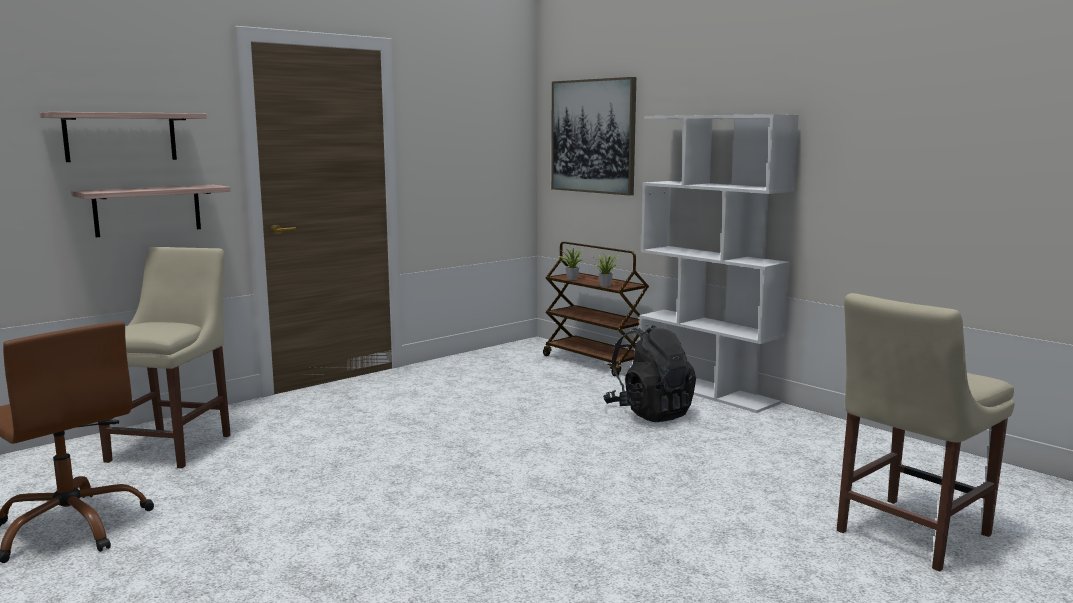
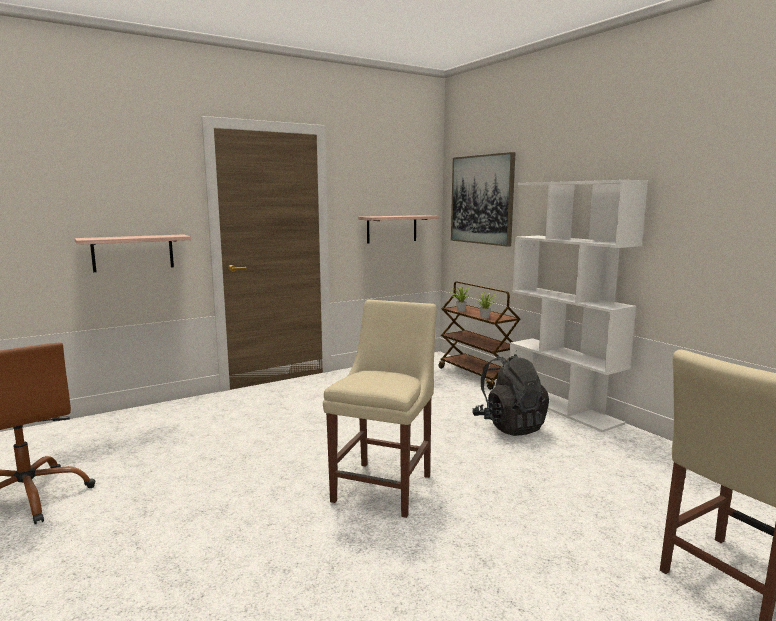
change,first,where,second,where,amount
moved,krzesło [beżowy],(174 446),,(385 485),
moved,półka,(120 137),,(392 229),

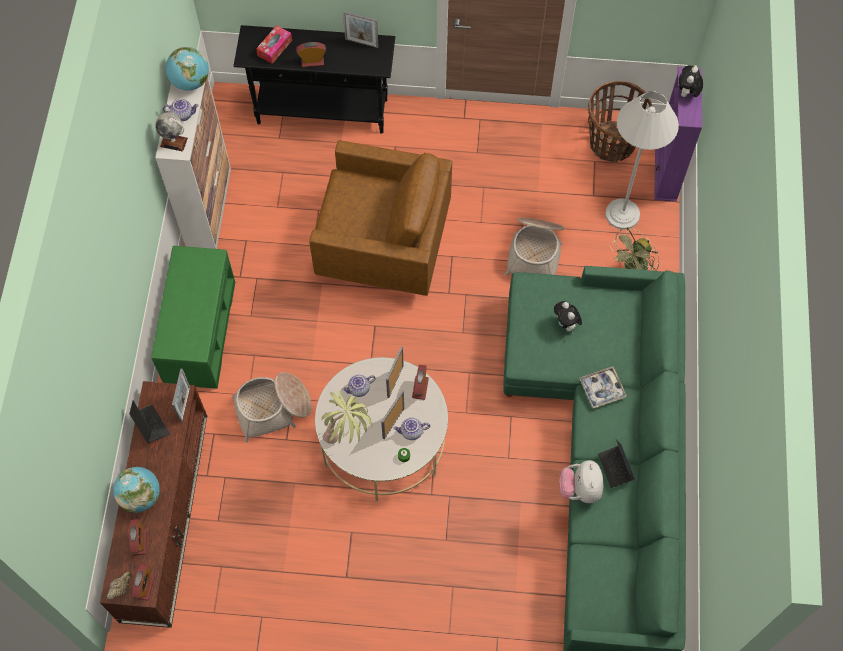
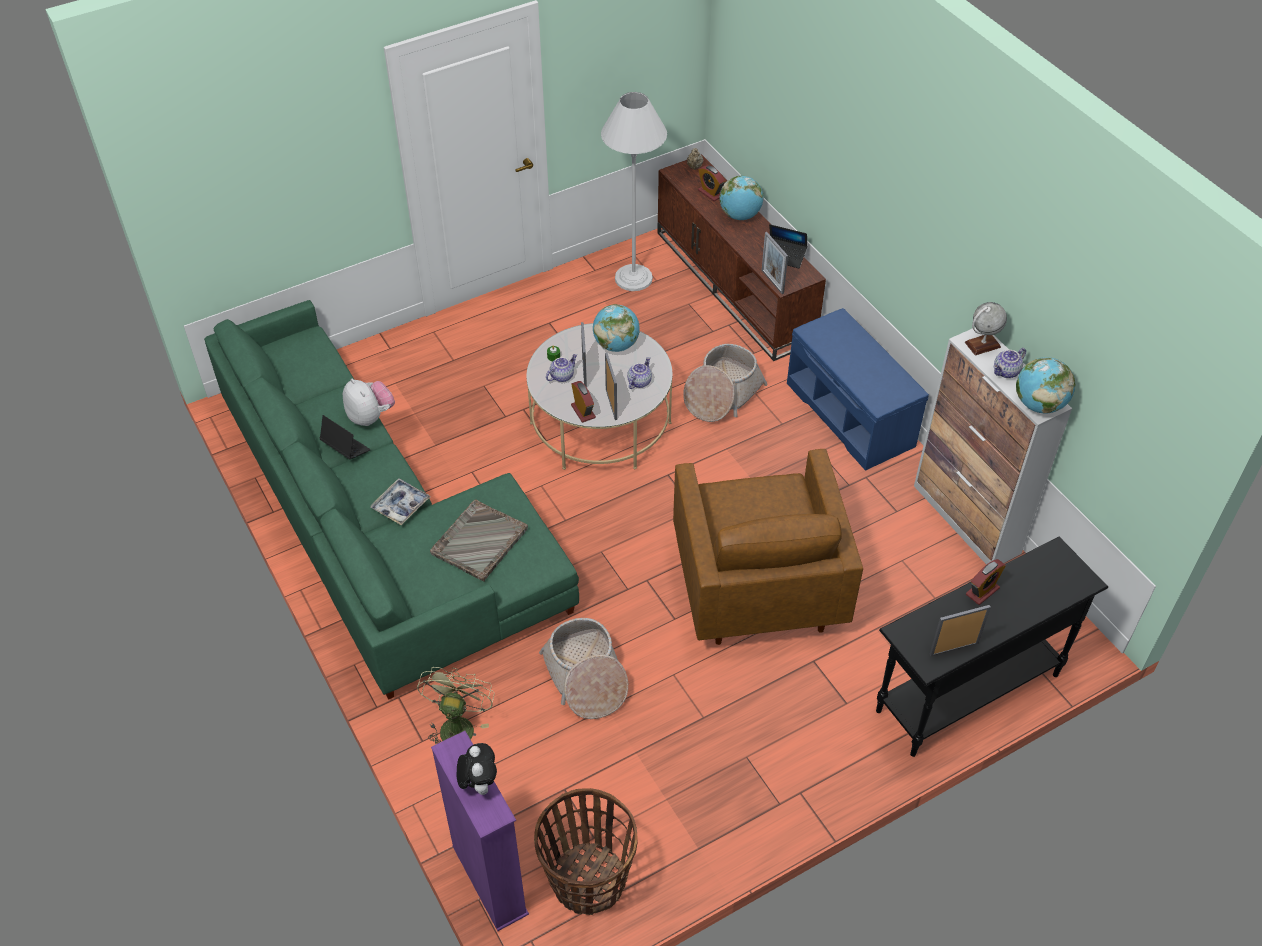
change,first,where,second,where,amount
replaced,pluszak,(566 324),taca [szary],(478 542),
replaced,roślina doniczkowa,(348 436),globus,(616 345),
moved,lampa stojąca [biały],(622 214),,(633 278),
turned,fotel [brązowy],(382 246),,(756 586),75 degrees counterclockwise
recoloured,ławka [zielony],(199 331),ławka [niebieski],(851 414),
removed,budzik,(145 586),,,
removed,pudełko chusteczek,(275 48),,,

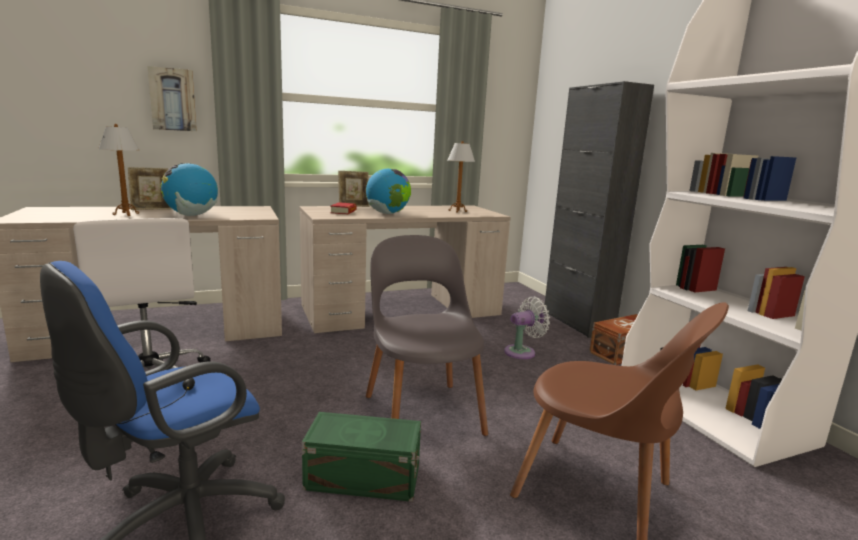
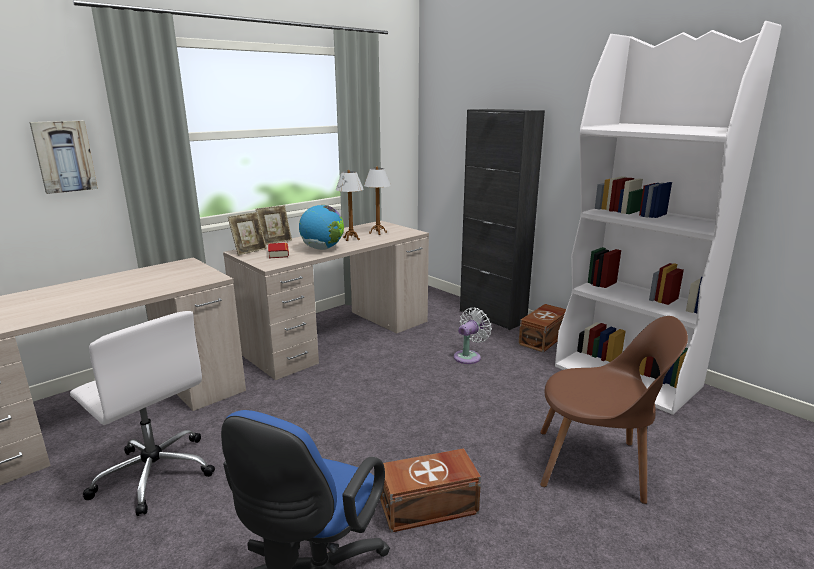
change,first,where,second,where,amount
moved,ramka na zdjęcie,(151 209),,(249 251),
moved,lampa stołowa,(126 214),,(351 239),
recoloured,pojemnik do przechowywania [zielony],(364 478),pojemnik do przechowywania [brązowy],(430 507),
removed,globus,(191 215),,,
removed,krzesło [szary],(422 411),,,

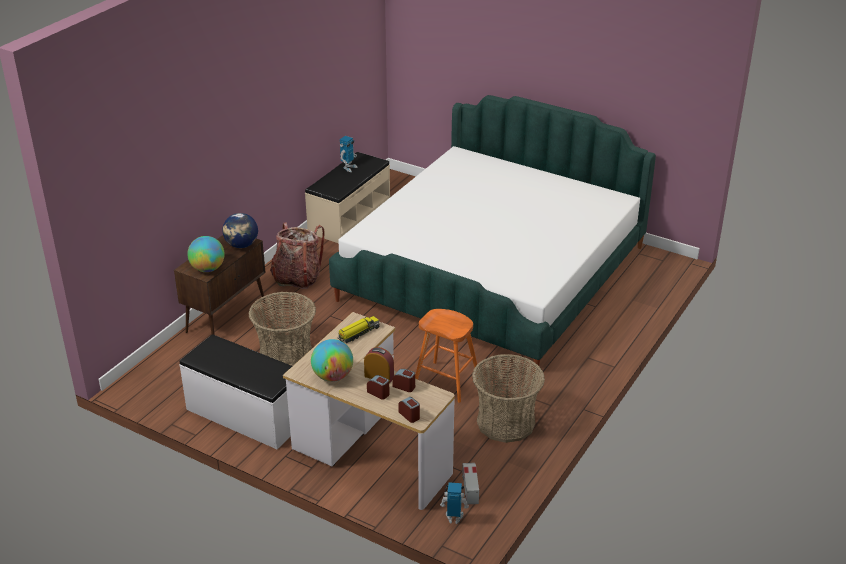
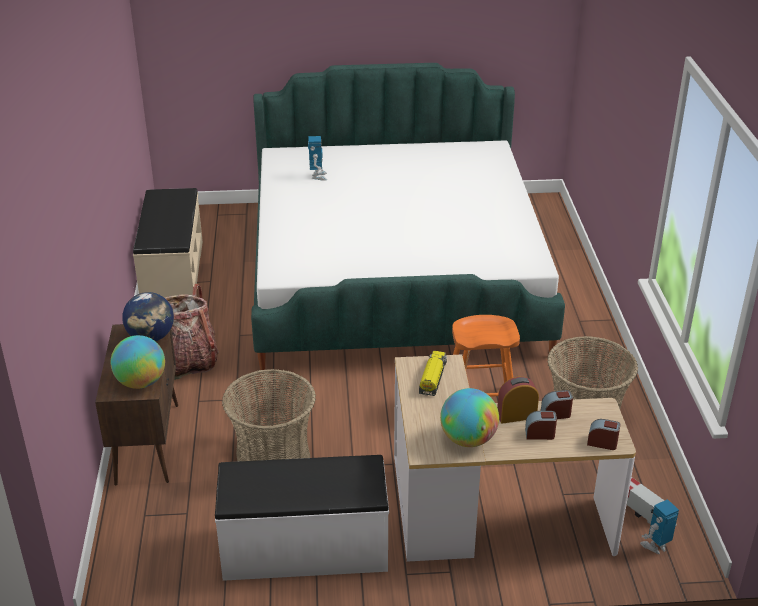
change,first,where,second,where,amount
moved,robot zabawkowy,(348 168),,(318 176),

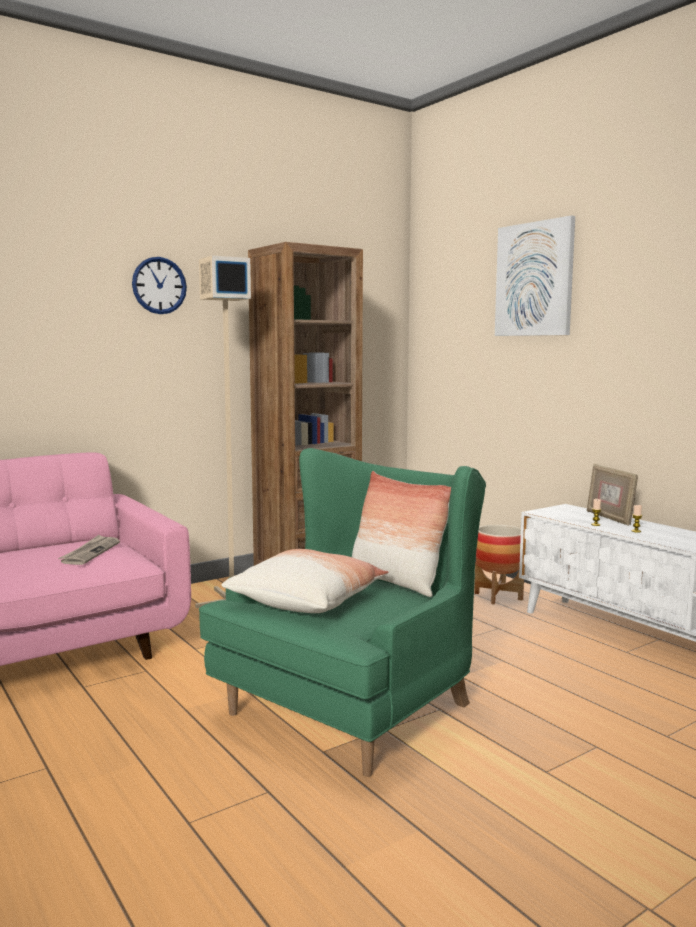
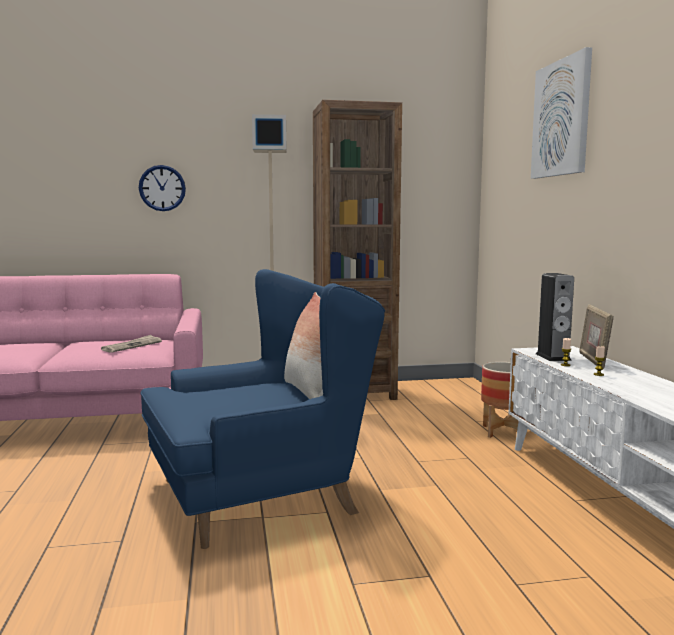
change,first,where,second,where,amount
moved,zegar ścienny,(159 285),,(162 188),
recoloured,fotel [zielony],(355 706),fotel [niebieski],(263 495),
added,,,głośnik,(553 357),
removed,poduszka,(307 600),,,

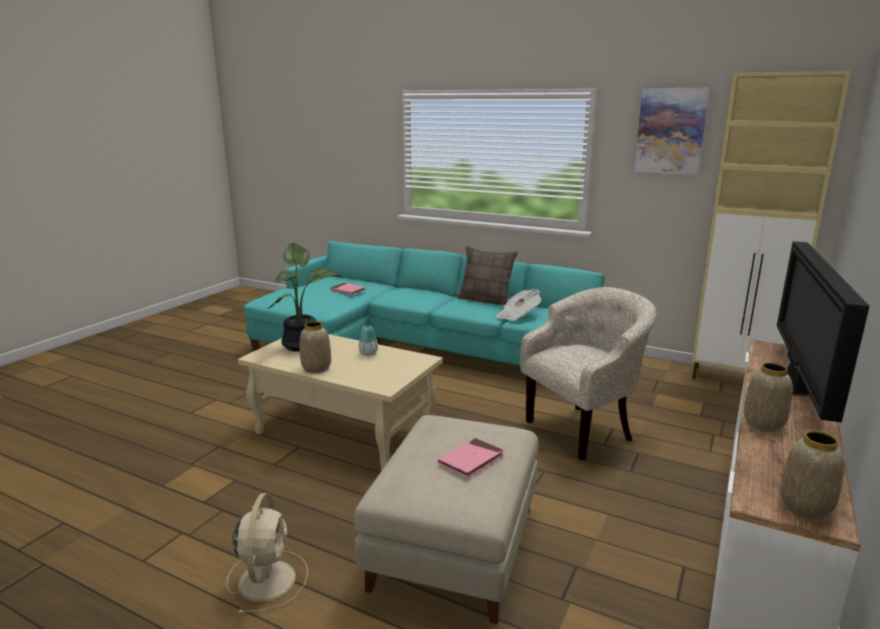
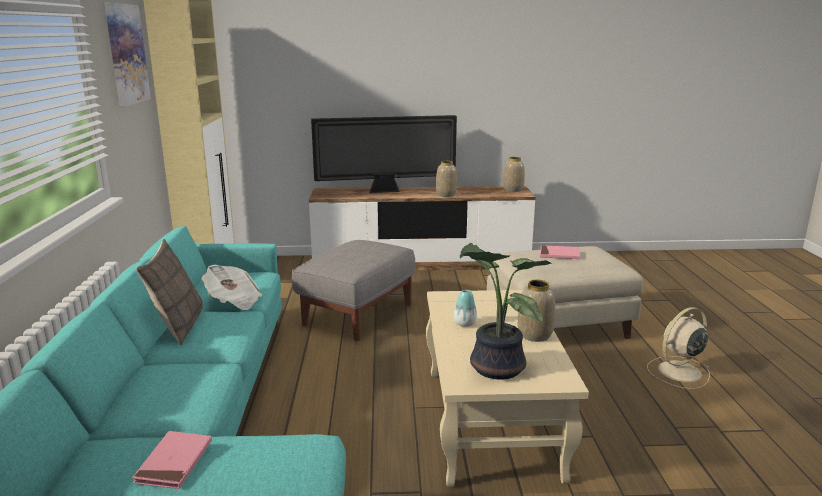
change,first,where,second,where,amount
replaced,fotel [beżowy],(583 429),pufa [szary],(358 314),

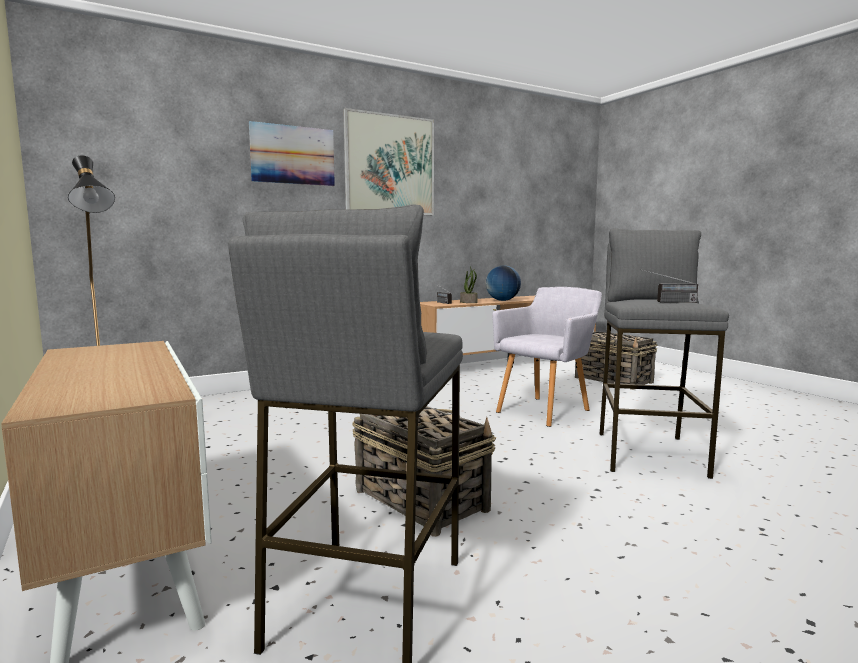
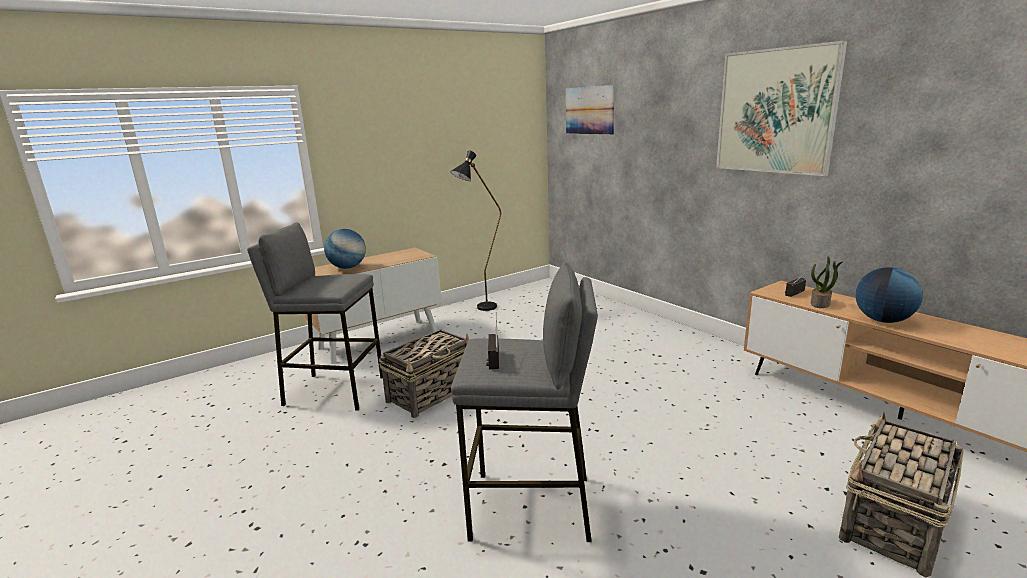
change,first,where,second,where,amount
added,,,globus,(347 267),
moved,obraz,(293 155),,(589 110),
removed,fotel [szary],(546 410),,,

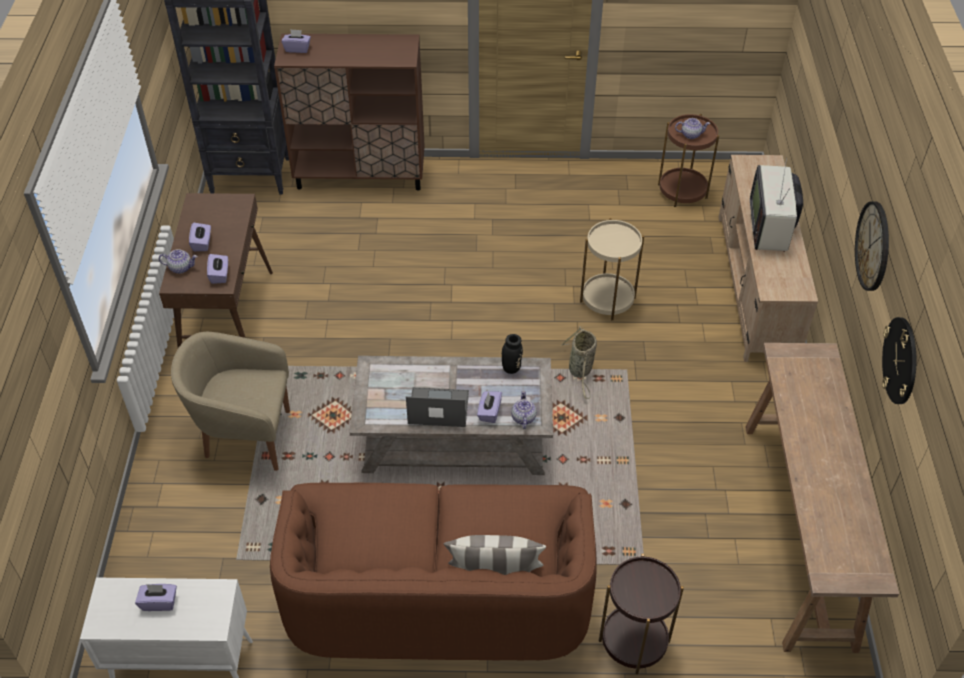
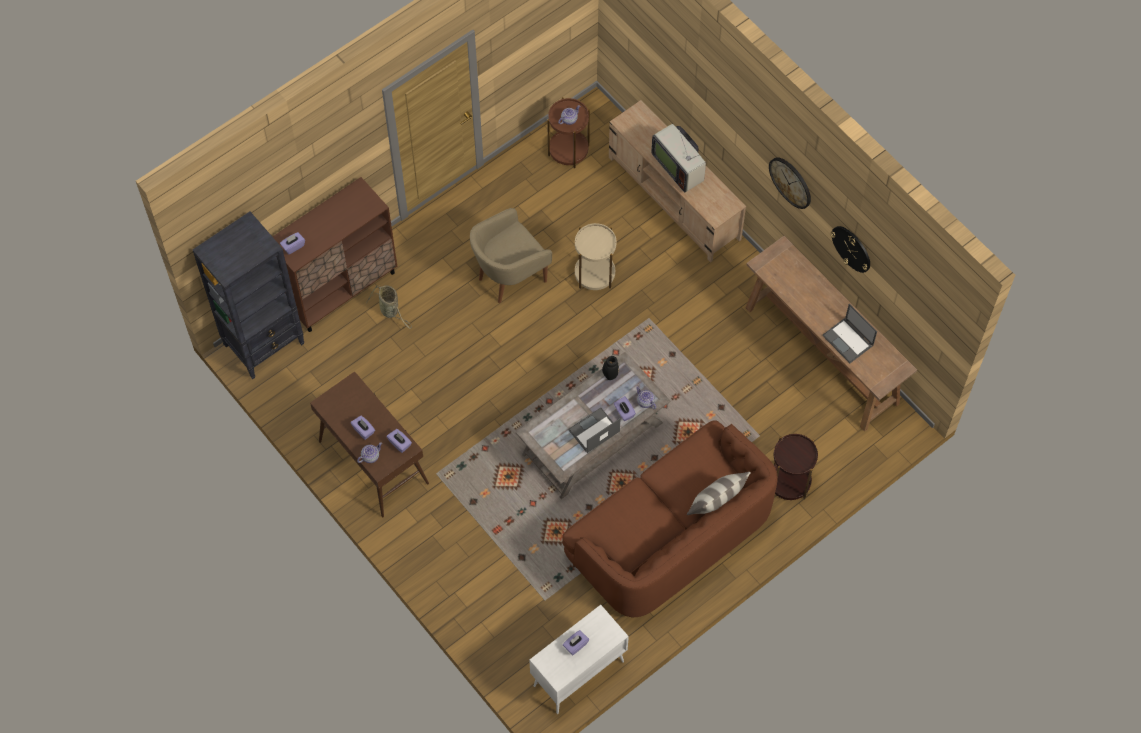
change,first,where,second,where,amount
moved,koszyk,(580 371),,(390 311),
moved,fotel [beżowy],(245 438),,(509 277),
added,,,laptop,(848 340),

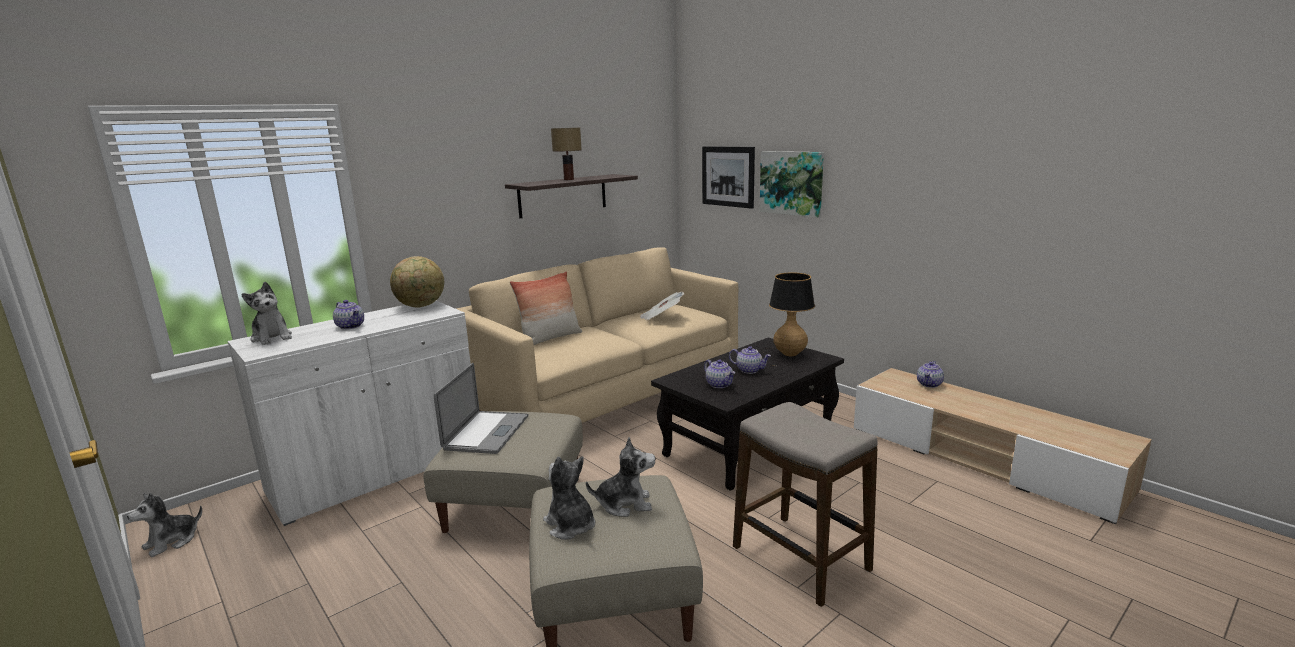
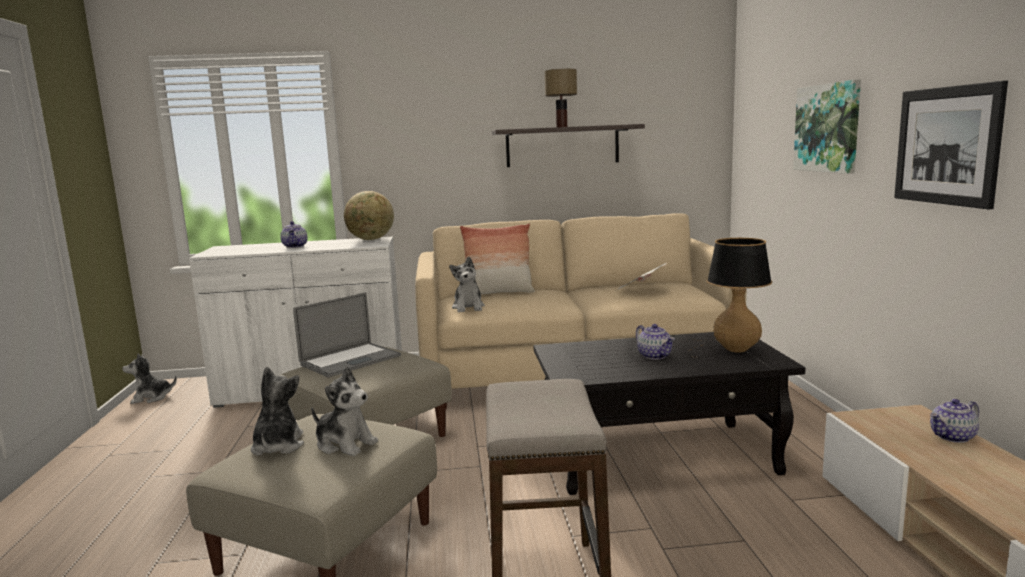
change,first,where,second,where,amount
moved,pluszak,(272 337),,(468 307),
moved,obraz,(728 176),,(946 145),
removed,imbryk,(719 384),,,

